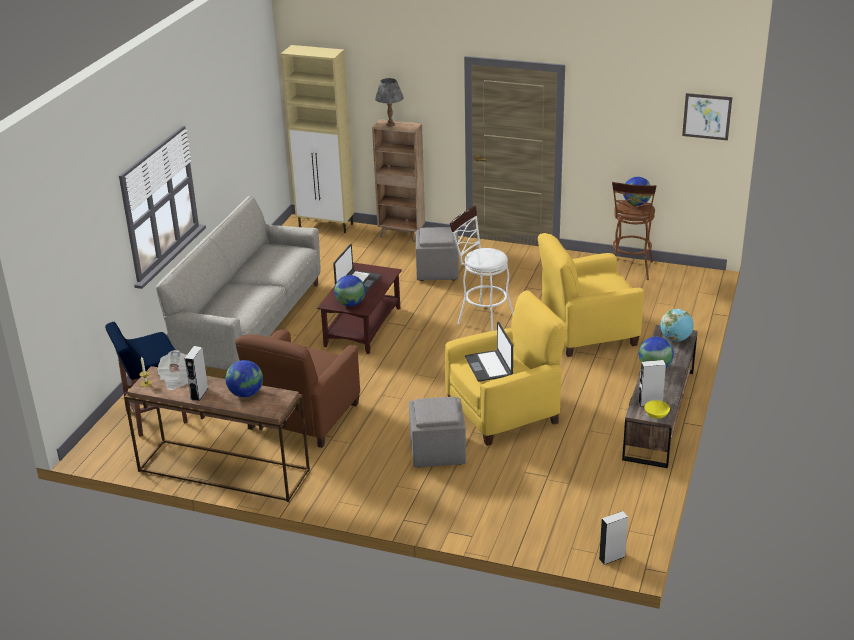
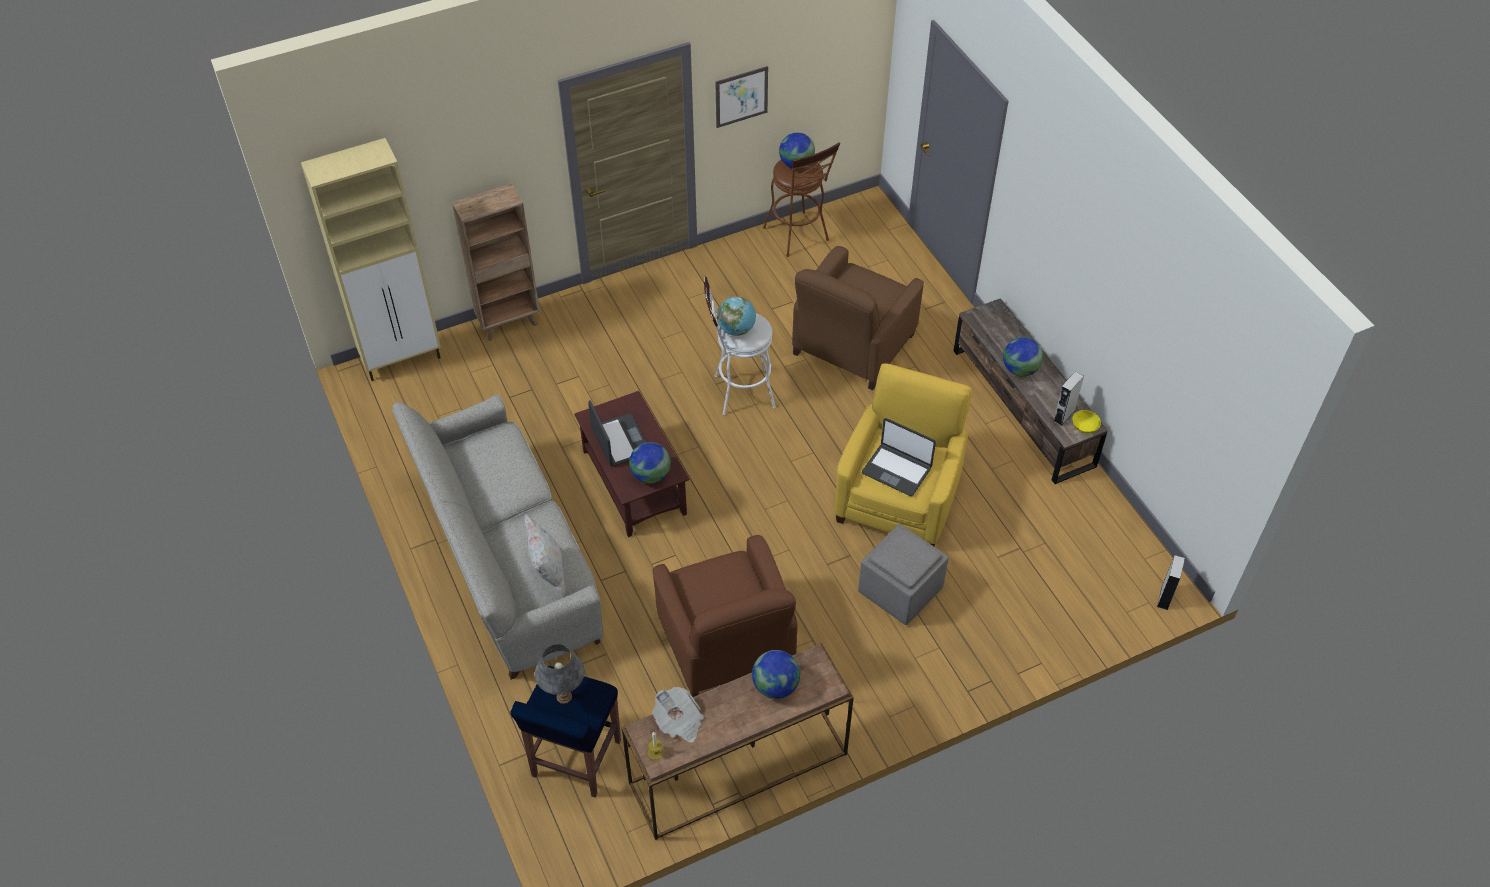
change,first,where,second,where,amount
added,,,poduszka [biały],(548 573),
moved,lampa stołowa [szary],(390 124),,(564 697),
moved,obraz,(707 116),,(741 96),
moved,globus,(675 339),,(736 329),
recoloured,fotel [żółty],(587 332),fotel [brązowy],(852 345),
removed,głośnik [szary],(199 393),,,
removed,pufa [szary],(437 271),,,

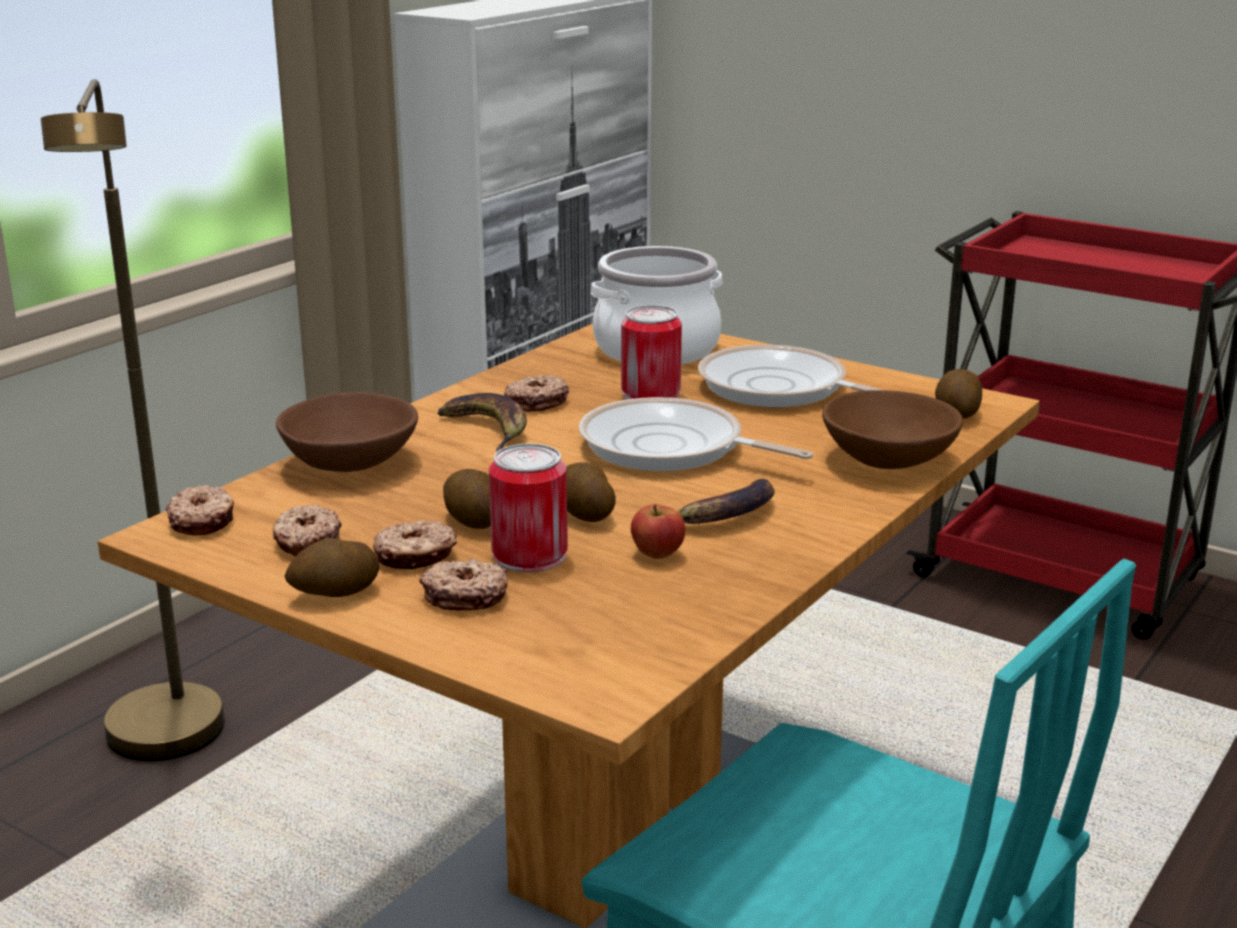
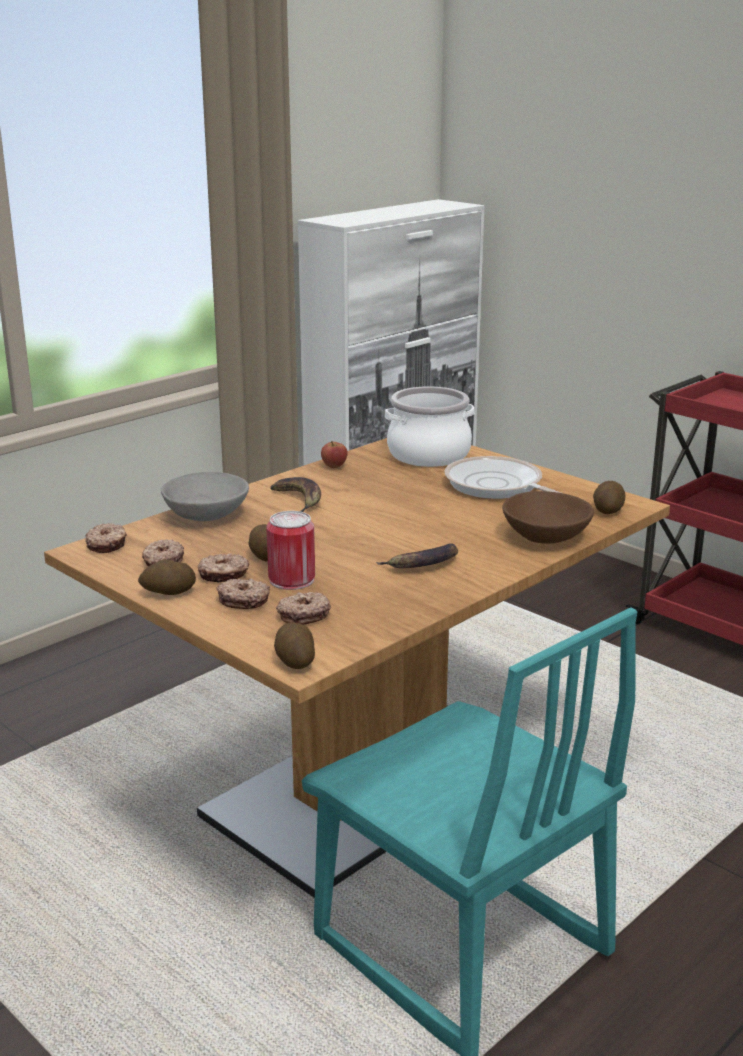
change,first,where,second,where,amount
recoloured,miska [brązowy],(349 462),miska [szary],(205 515),
moved,ziemniak,(584 514),,(295 661),
moved,donut,(536 402),,(303 615),
moved,jabłko,(658 554),,(334 466),
removed,lampa stojąca [brązowy],(169 746),,,
removed,patelnia,(669 448),,,
removed,puszka,(650 394),,,

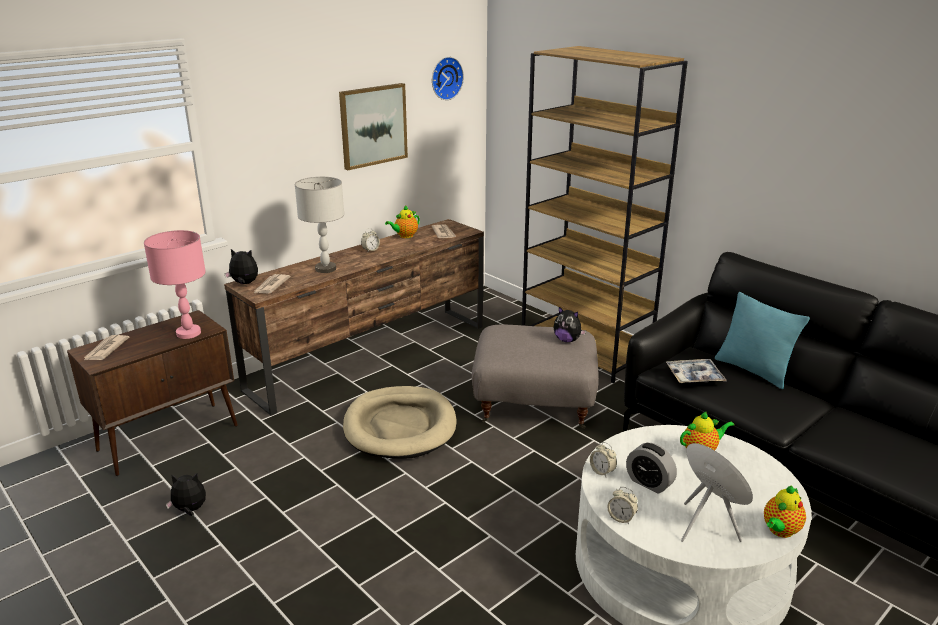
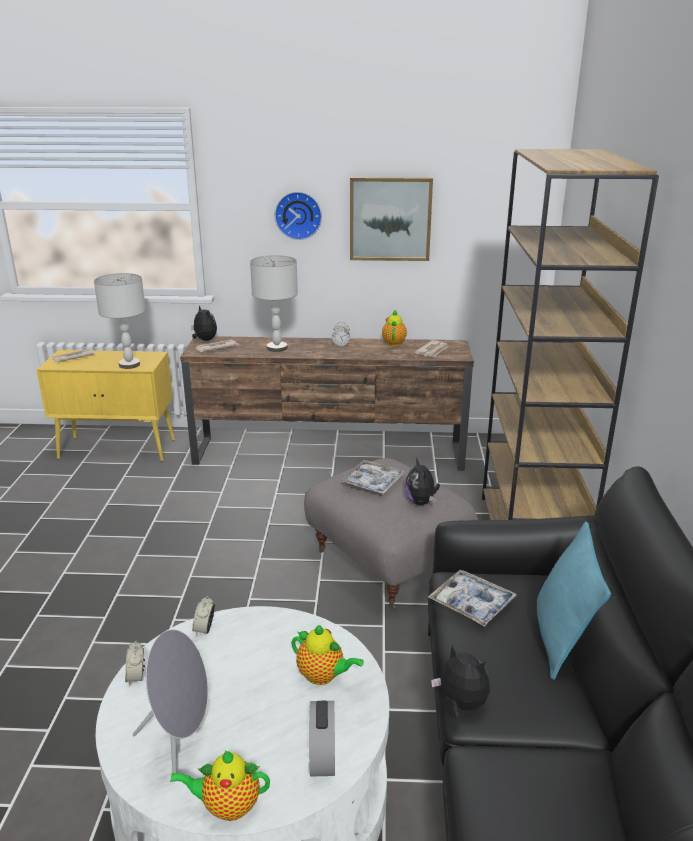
change,first,where,second,where,amount
recoloured,szafka [brązowy],(170 437),szafka [żółty],(118 449),
recoloured,lampa stołowa [różowy],(188 333),lampa stołowa [szary],(129 365),
moved,zegar ścienny,(445 78),,(298 215),
moved,budzik,(649 483),,(322 756),
added,,,taca,(373 482),
turned,imbryk,(405 236),,(394 343),90 degrees clockwise
moved,pluszak,(190 510),,(461 705),
removed,legowisko [beżowy],(400 426),,,

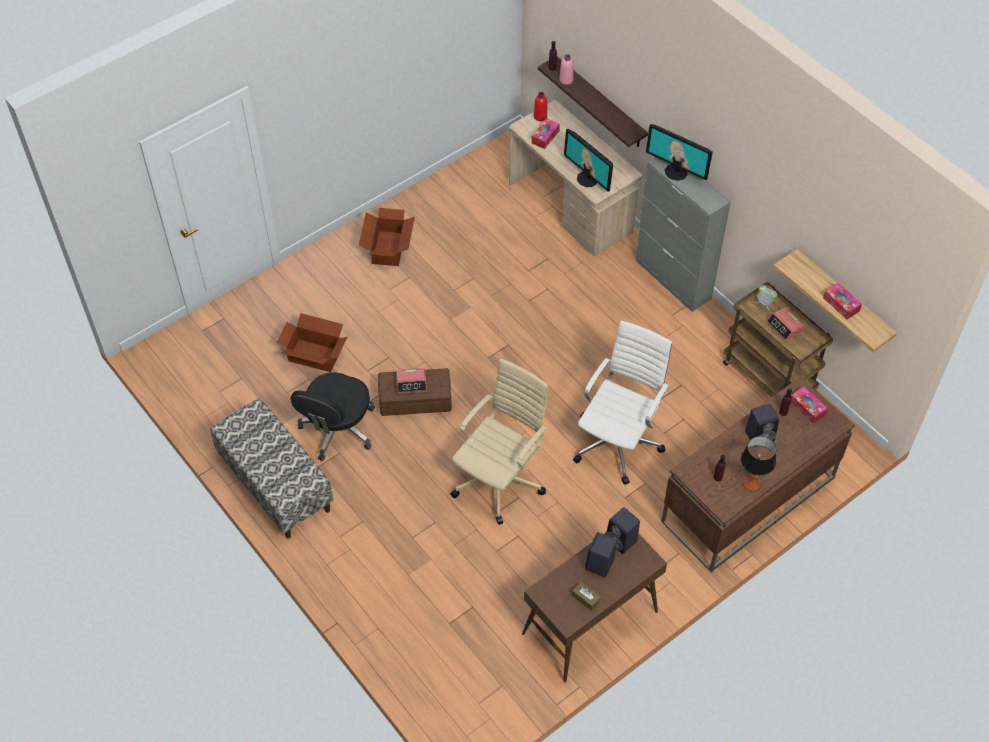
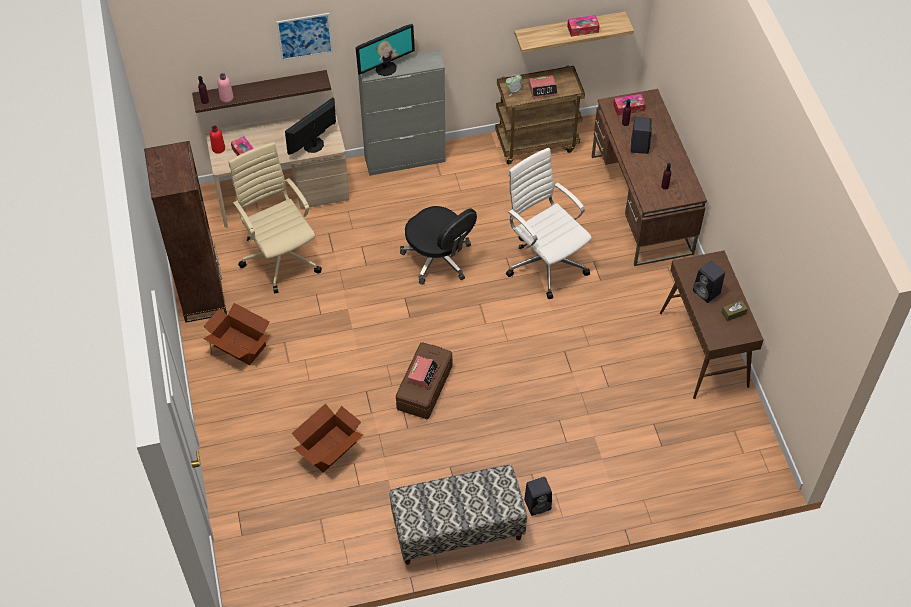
change,first,where,second,where,amount
added,,,regał [brązowy],(202 294),
moved,krzesło biurowe [beżowy],(500 479),,(281 256),
added,,,obraz,(305 36),
turned,monitor,(587 179),,(314 145),150 degrees clockwise
moved,krzesło biurowe [czarny],(337 429),,(438 259),
moved,głośnik [czarny],(622 540),,(538 504),
removed,lampa stołowa,(752 484),,,

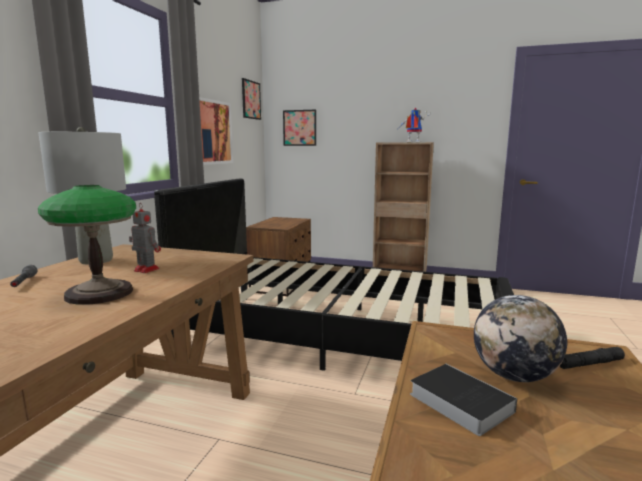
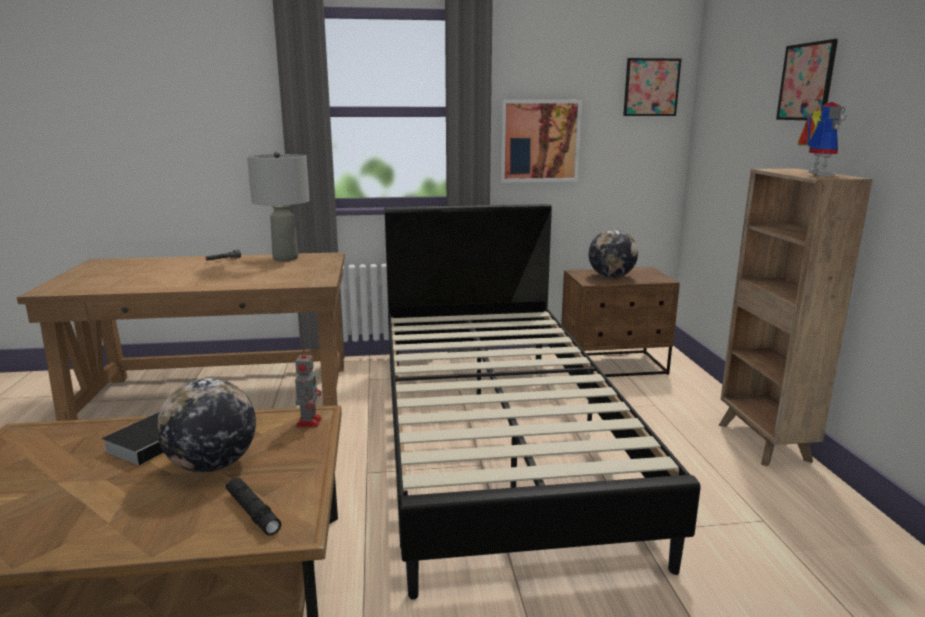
change,first,where,second,where,amount
moved,robot zabawkowy,(145 269),,(309 421),
added,,,globus,(611 277),
moved,obraz,(299 128),,(806 82),
removed,lampa stołowa,(98 293),,,

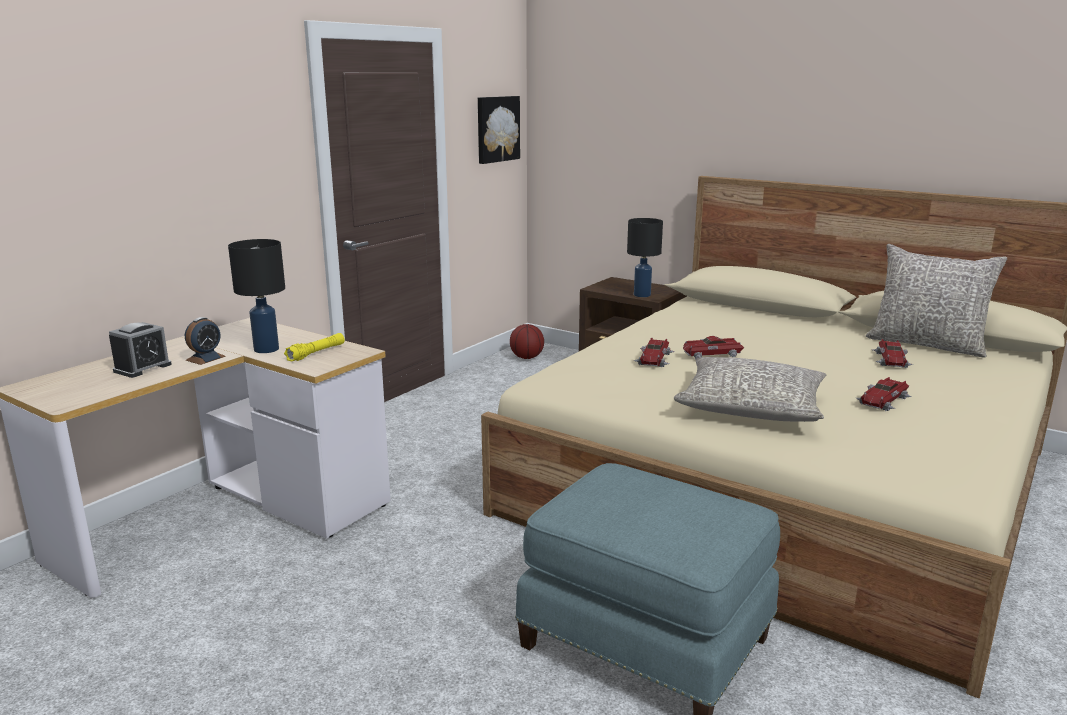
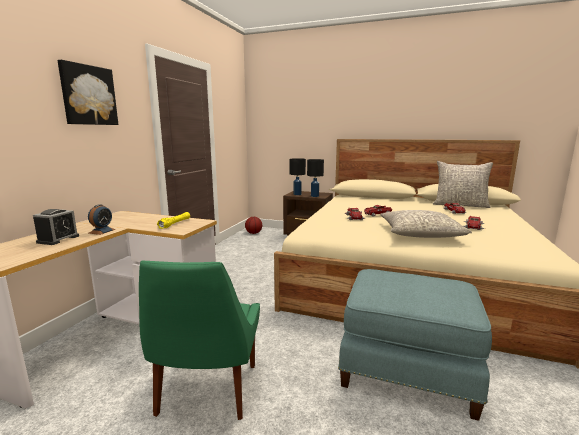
change,first,where,second,where,amount
moved,obraz,(496 129),,(88 95),
added,,,krzesło [zielony],(207 392),
moved,lampa stołowa [czarny],(265 349),,(297 194),

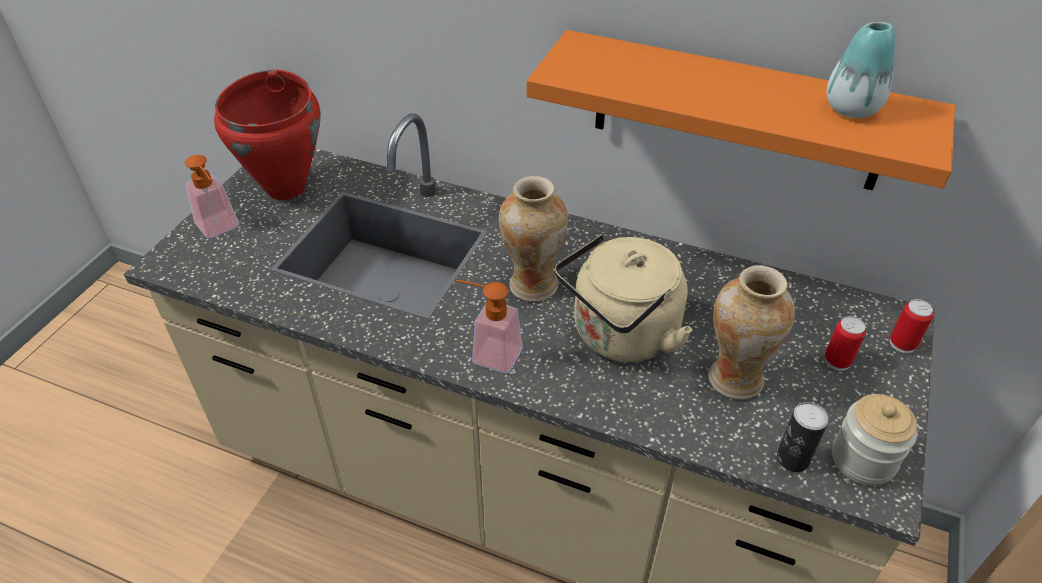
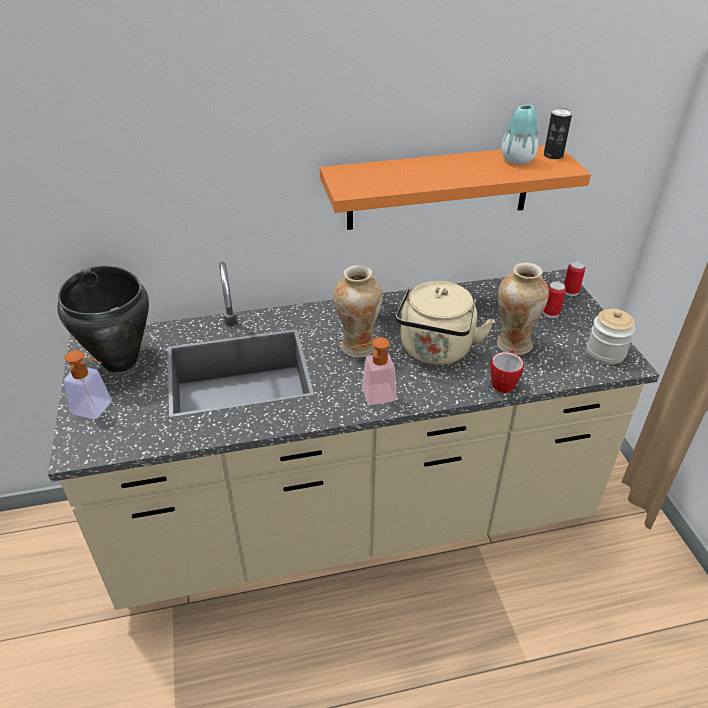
change,first,where,second,where,amount
recoloured,garnek [czerwony],(287 187),garnek [czarny],(121 361),
added,,,kubek,(504 382),
moved,puszka,(792 459),,(553 155),

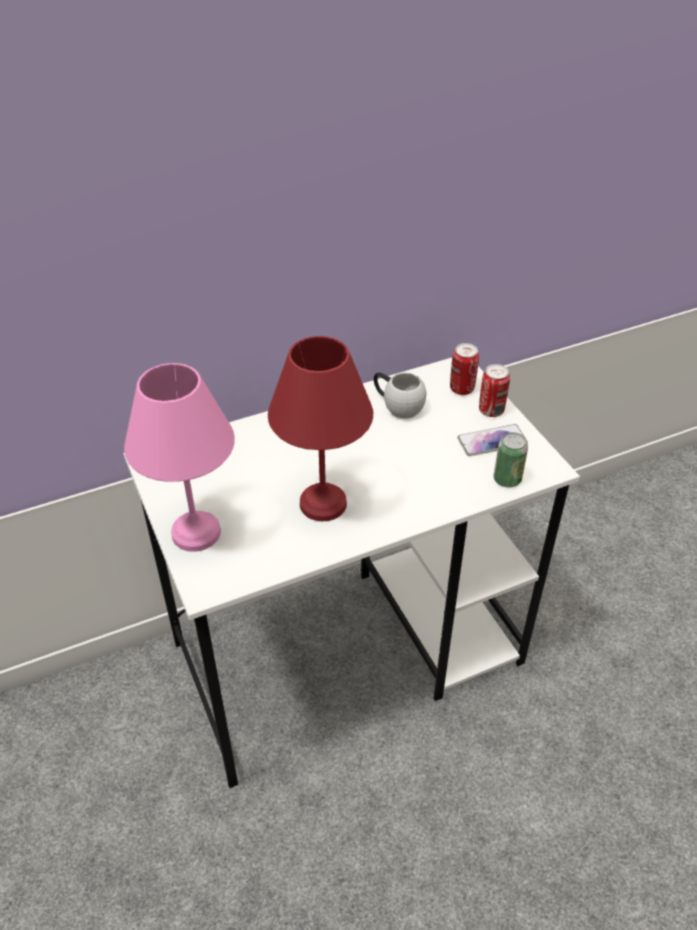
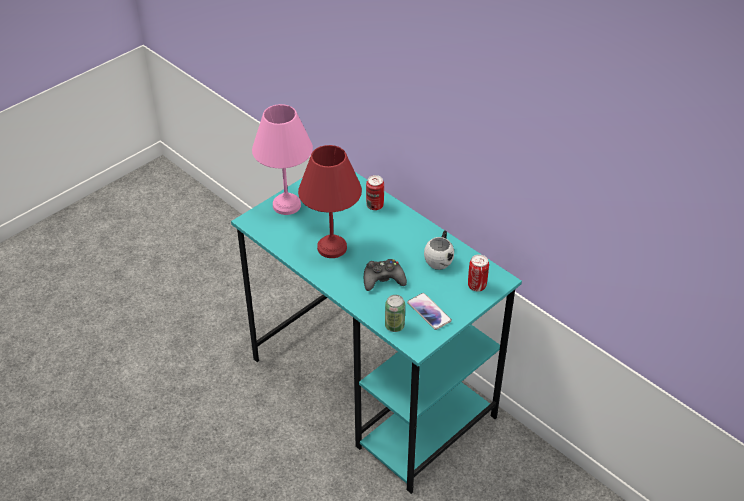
change,first,where,second,where,amount
recoloured,biurko [biały],(351 652),biurko [turkusowy],(373 388),
added,,,pad do gier [czarny],(383 279),
moved,puszka,(491 410),,(375 206),

